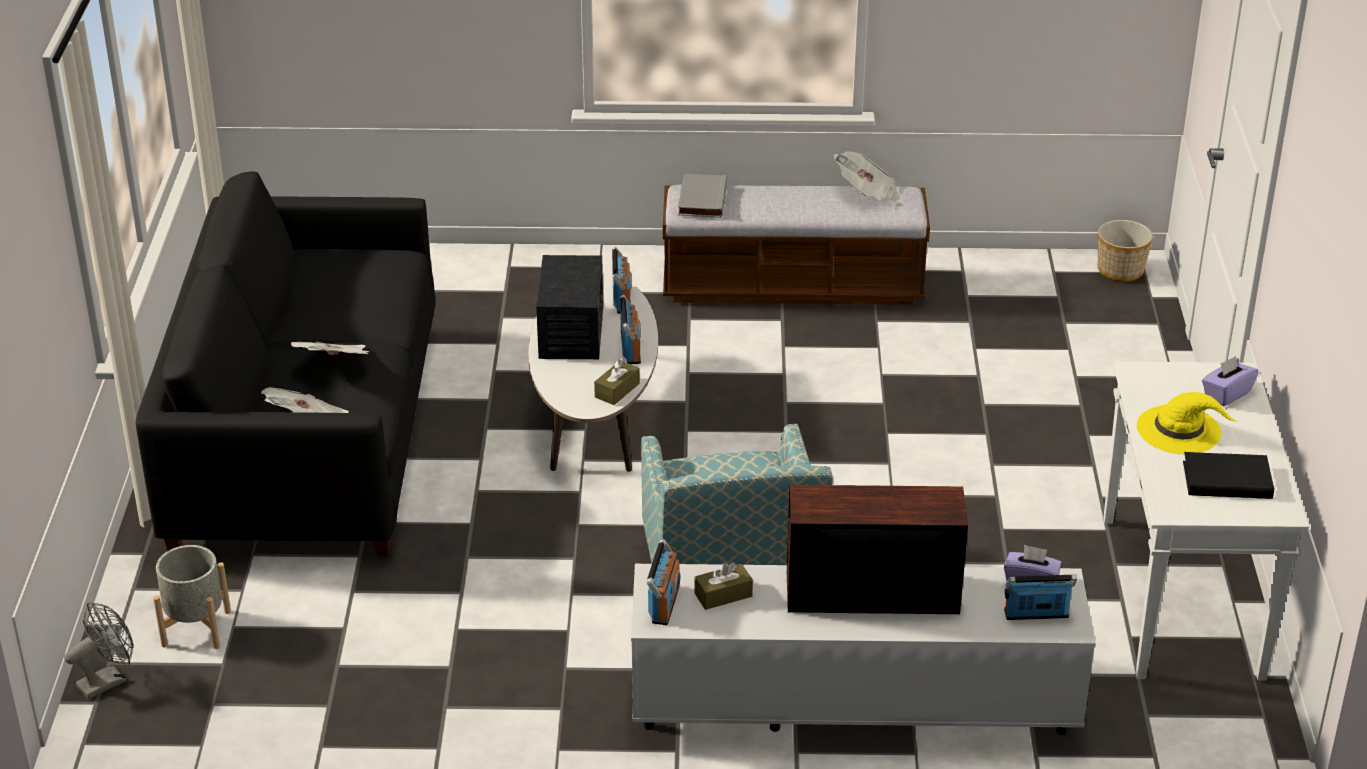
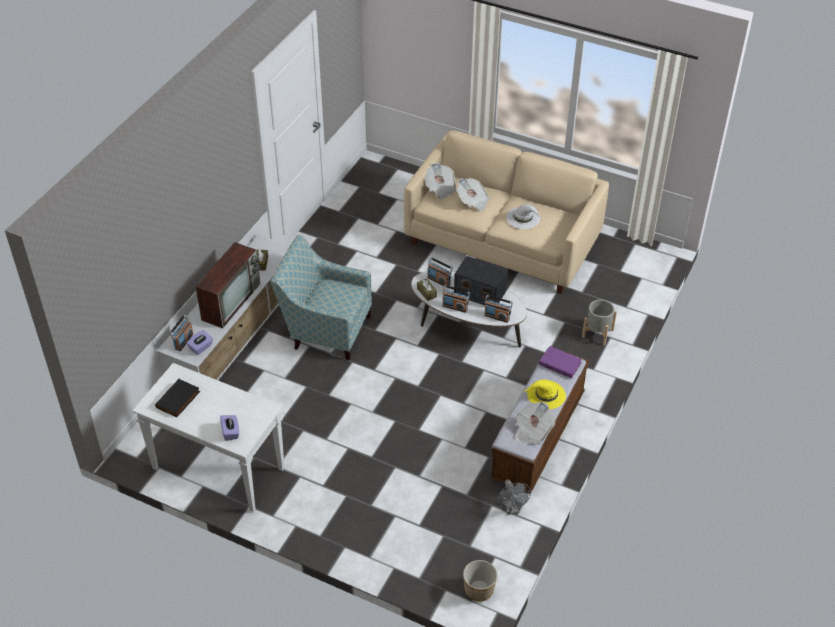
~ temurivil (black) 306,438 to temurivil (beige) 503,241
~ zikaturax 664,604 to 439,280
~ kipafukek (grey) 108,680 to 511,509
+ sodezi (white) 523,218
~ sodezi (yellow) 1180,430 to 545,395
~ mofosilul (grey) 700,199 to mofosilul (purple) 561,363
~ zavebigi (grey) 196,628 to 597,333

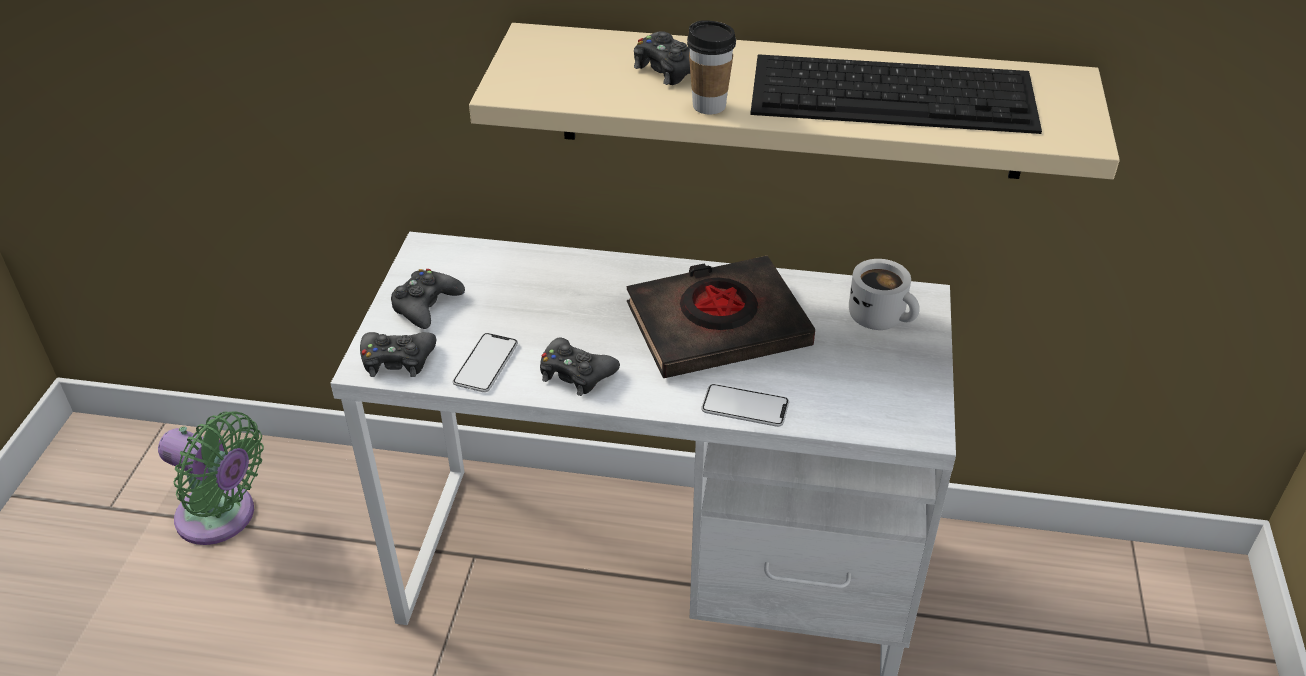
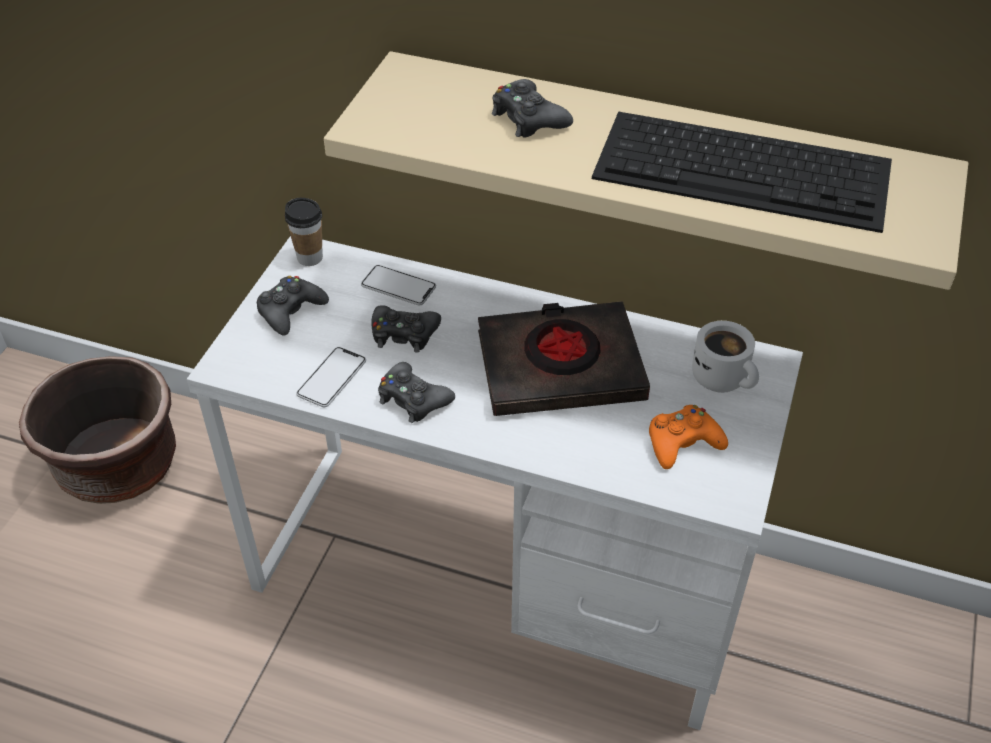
~ kipafukek (green) 222,518 to zavebigi (brown) 118,466
~ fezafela 709,106 to 310,257
~ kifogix 745,407 to 398,286
~ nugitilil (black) 397,360 to 404,334
+ nugitilil (orange) 682,443

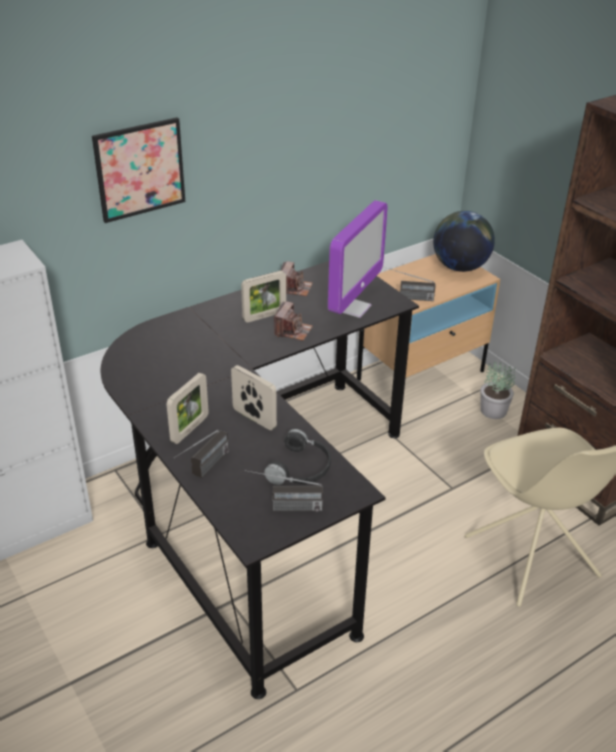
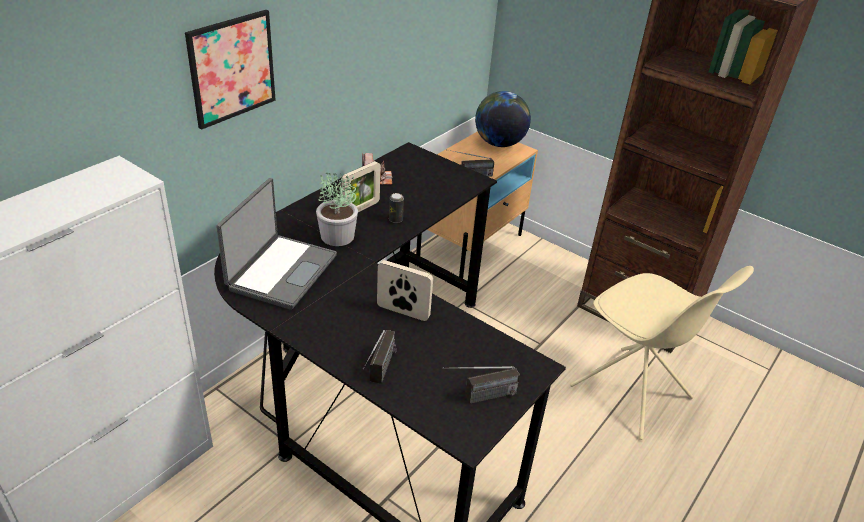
+ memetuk 281,272
~ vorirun 493,411 to 338,236
~ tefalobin 293,331 to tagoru 395,219
- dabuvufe 190,429
- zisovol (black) 302,469
- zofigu 352,308

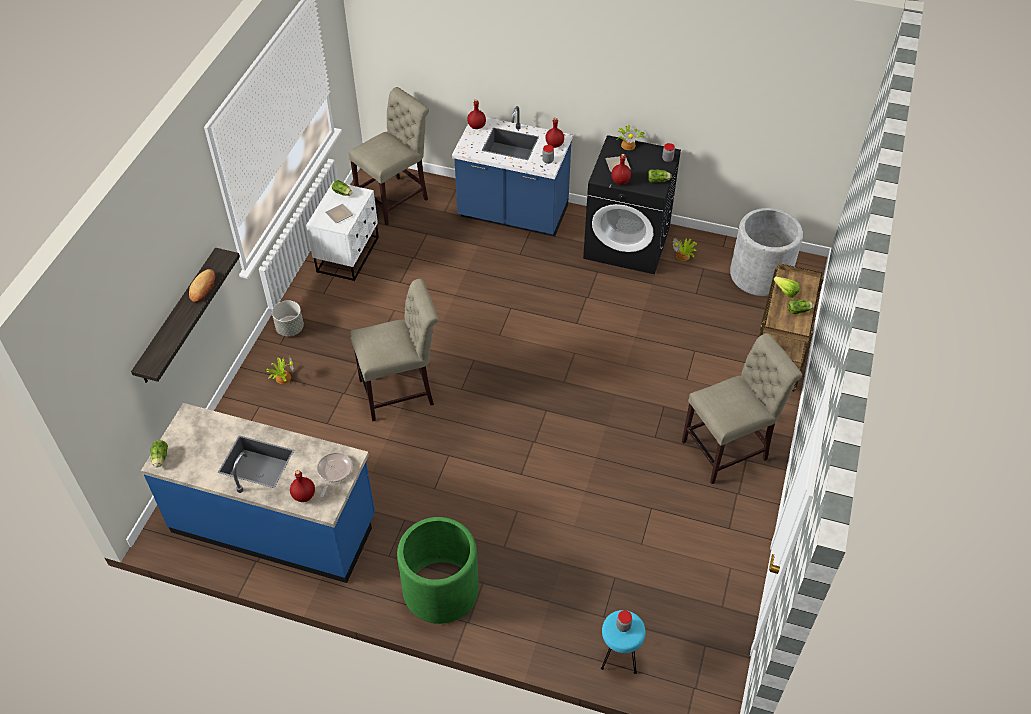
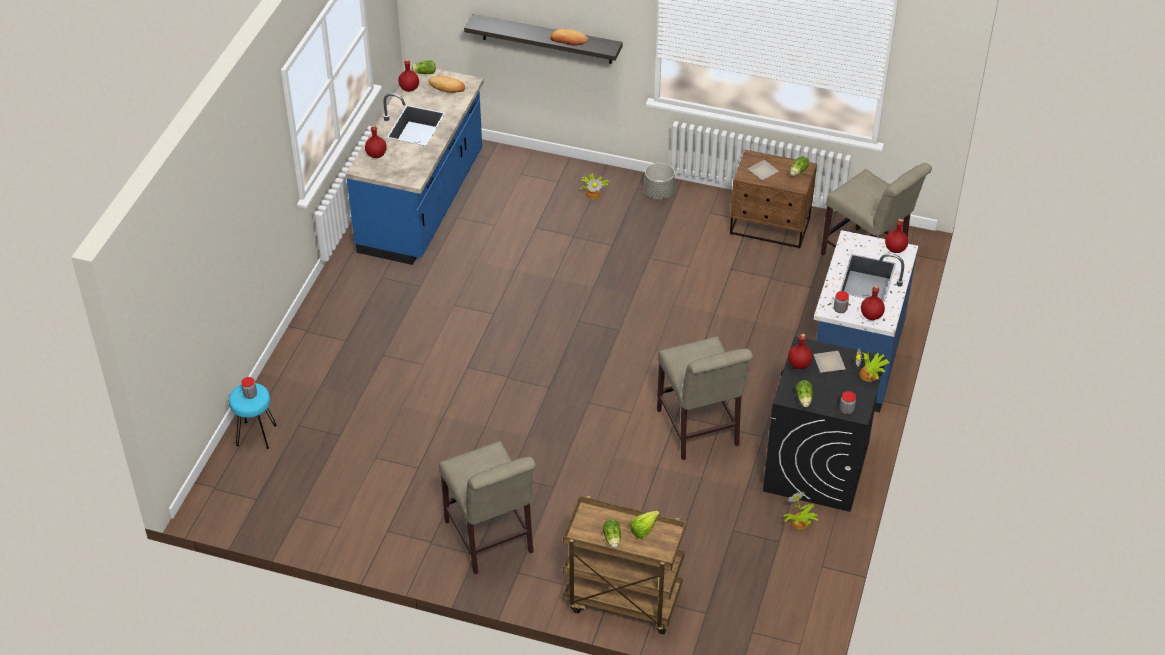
+ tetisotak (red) 409,88
+ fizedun 447,86
~ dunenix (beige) 401,391 to 699,431
~ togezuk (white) 349,254 to togezuk (brown) 770,227
- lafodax 334,472
- zavebigi (green) 440,590
- zavebigi (grey) 760,275

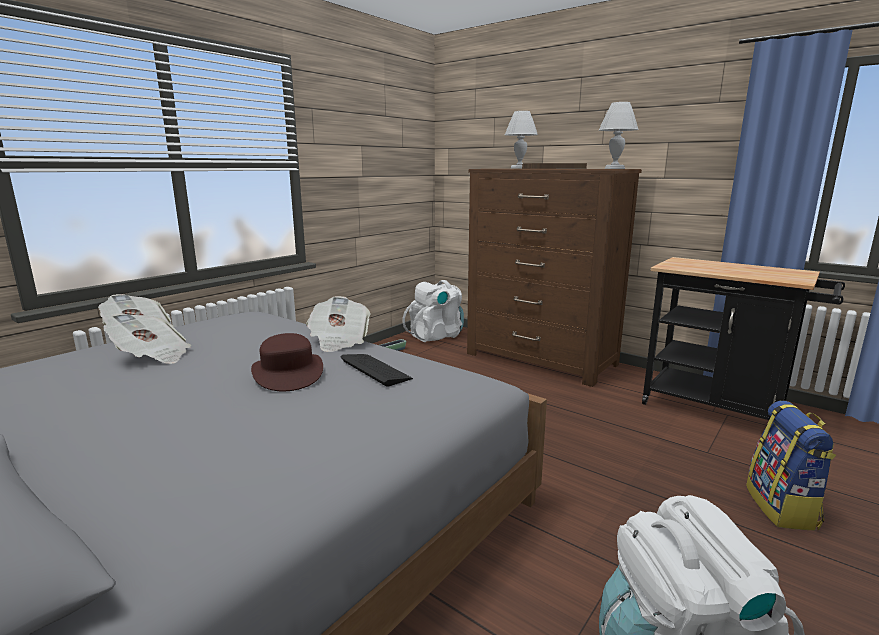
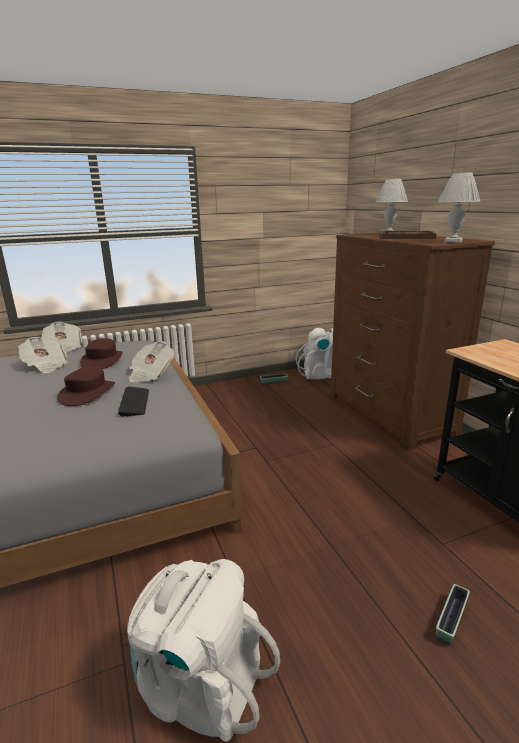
+ sodezi (brown) 102,360
~ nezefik 782,508 to zavebigi 451,620

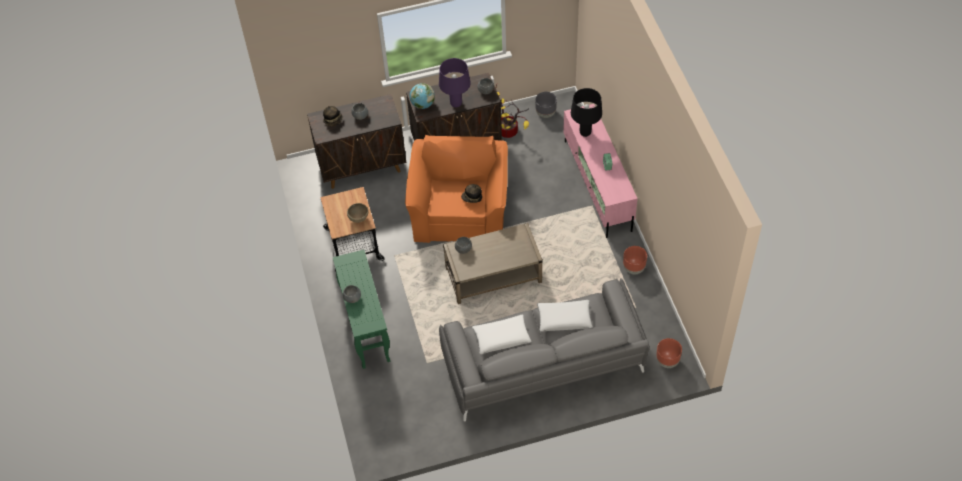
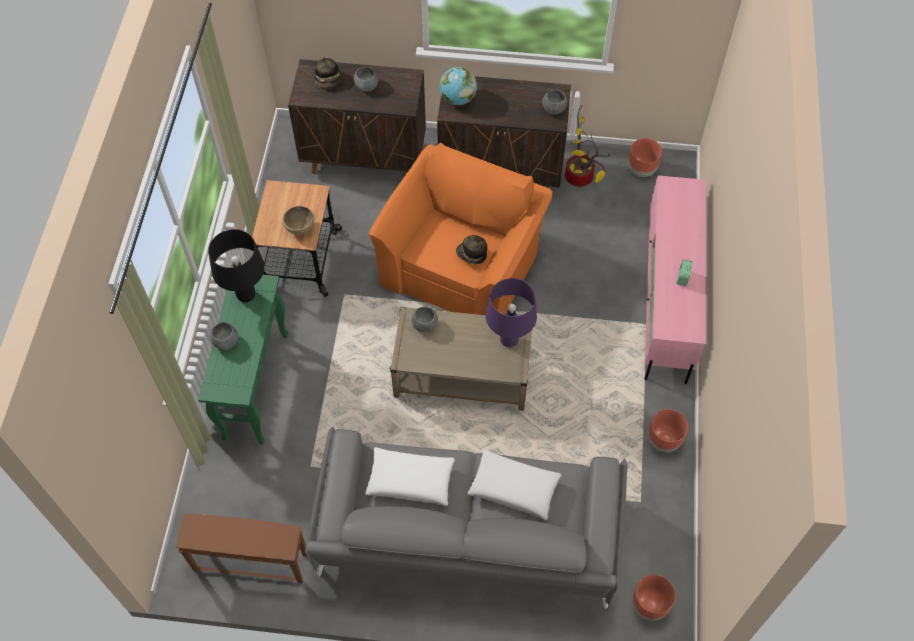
+ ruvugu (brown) 251,561
~ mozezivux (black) 585,133 to 246,295
~ mozezivux (purple) 456,104 to 509,340
~ zavebigi (grey) 545,113 to zavebigi (brown) 642,170

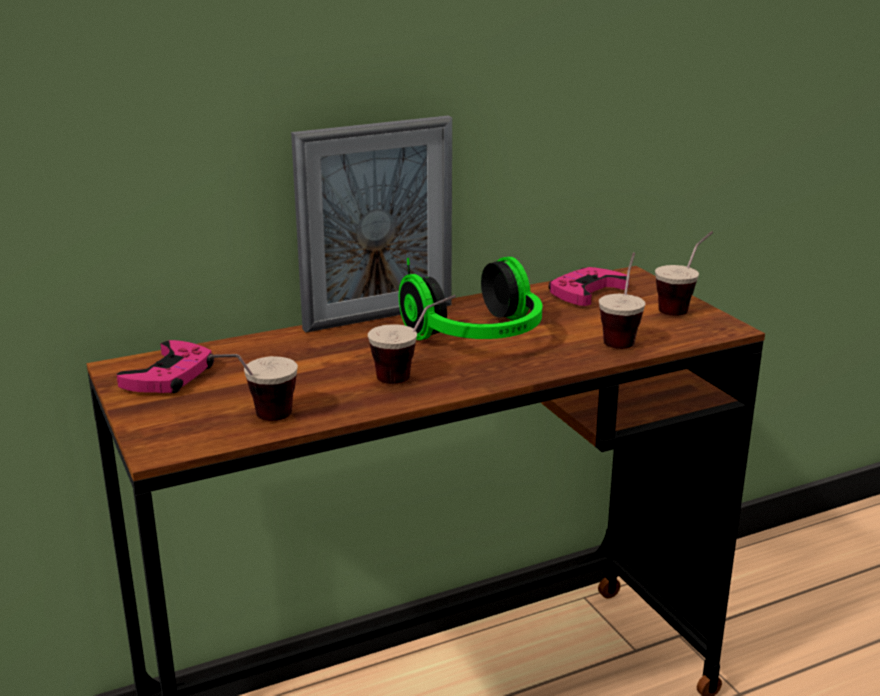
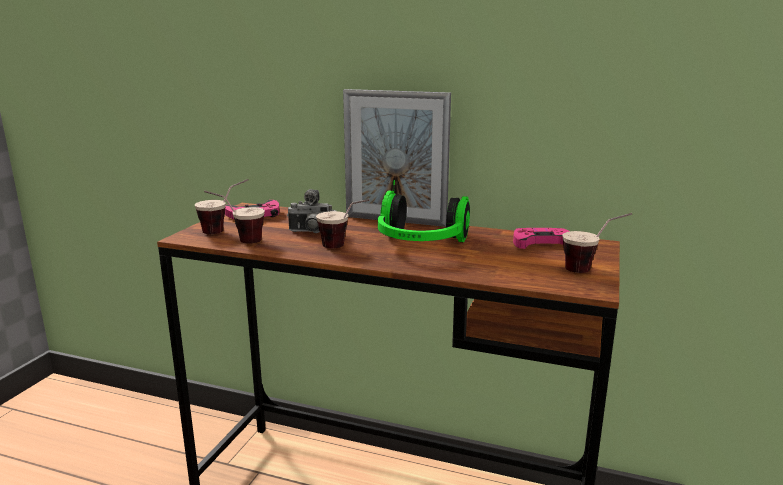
~ fezafela 621,336 to 225,230
+ tefalobin 312,233

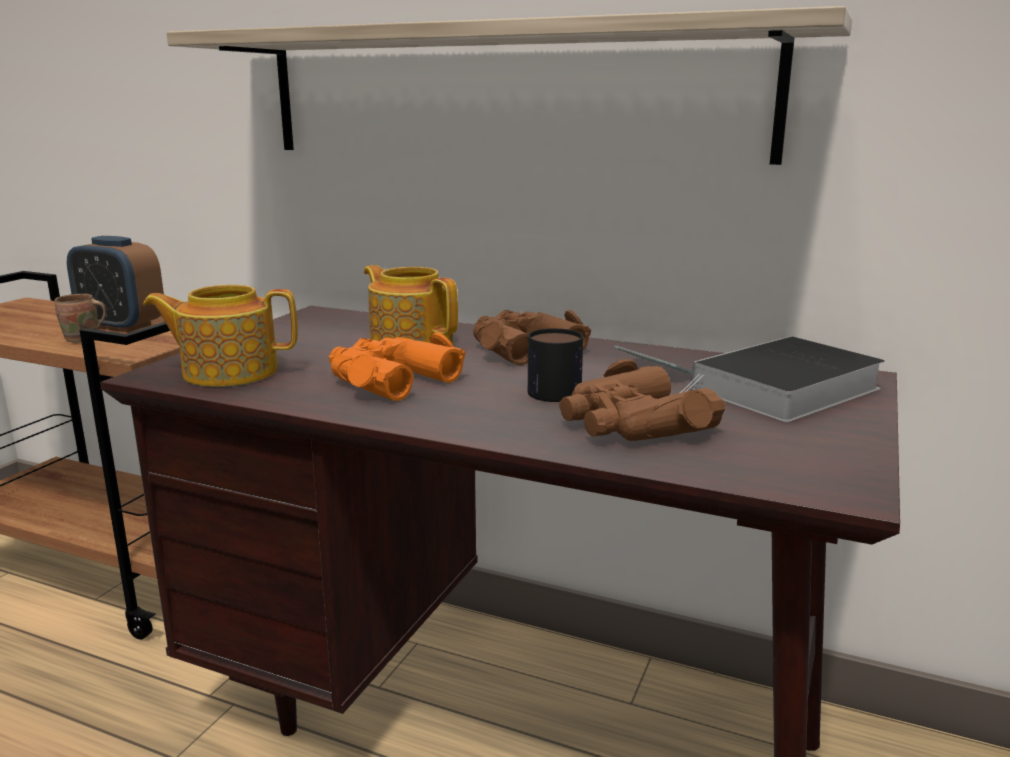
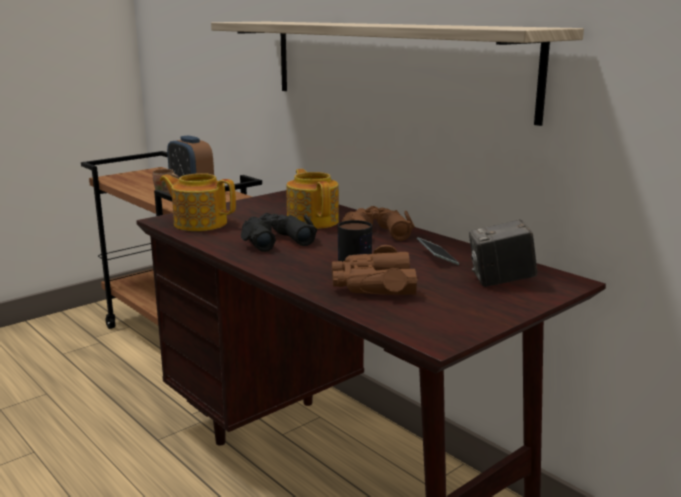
~ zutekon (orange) 389,379 to zutekon (black) 274,239
~ mofosilul 783,390 to tefalobin 500,281

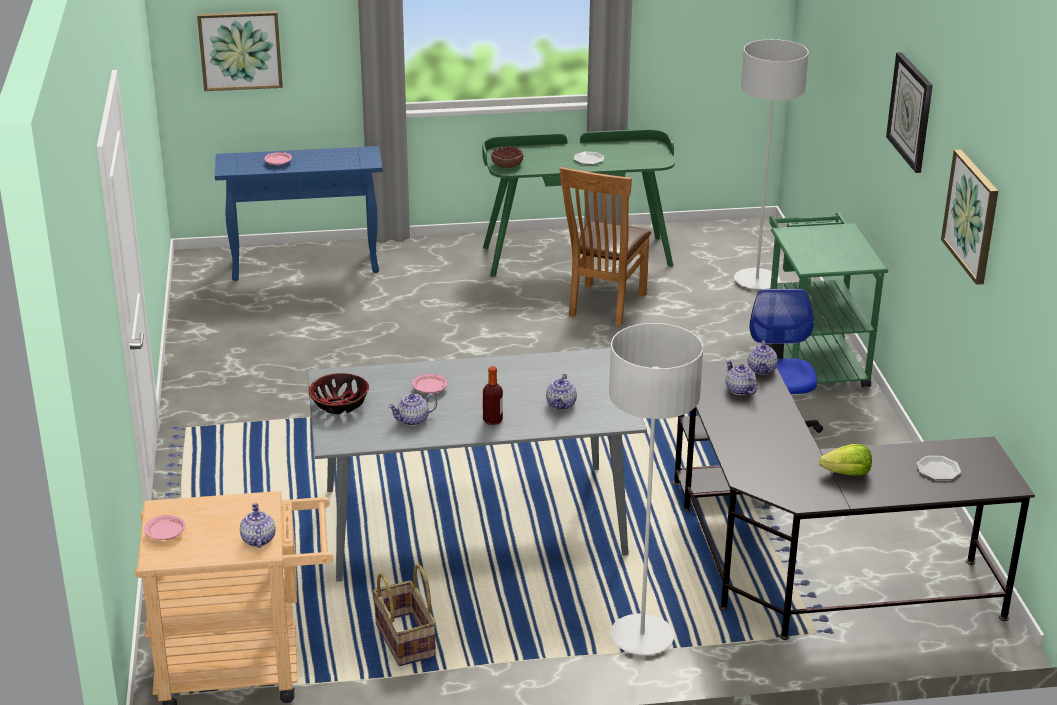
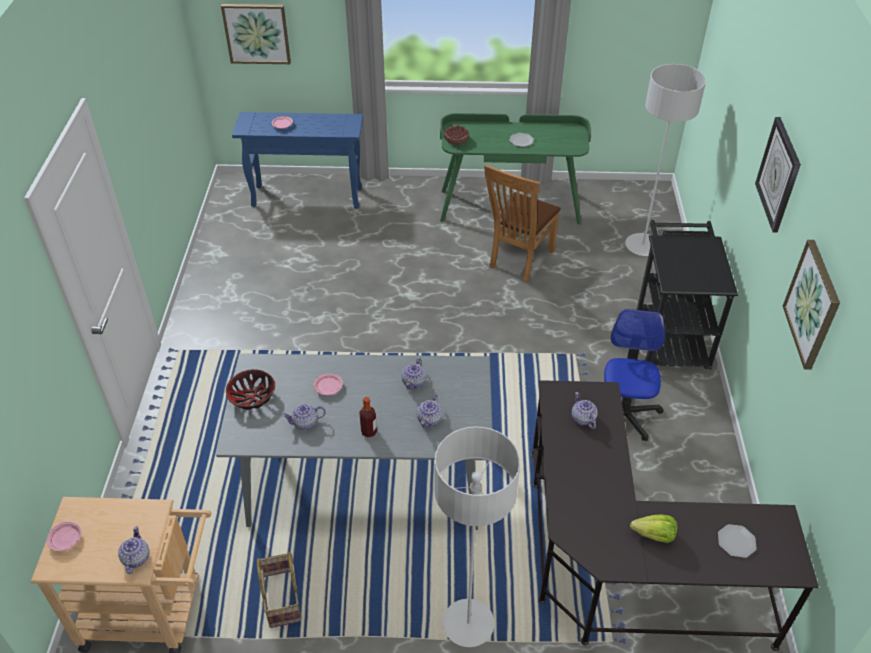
~ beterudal 762,369 to 414,382
~ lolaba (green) 812,361 to lolaba (black) 669,335

